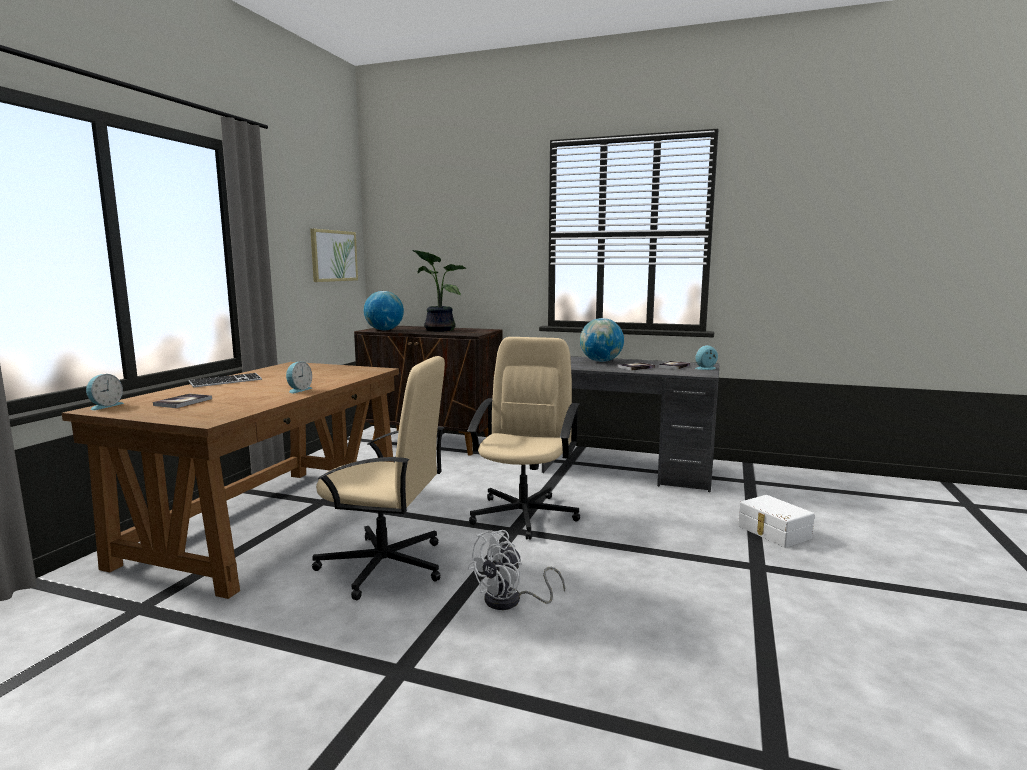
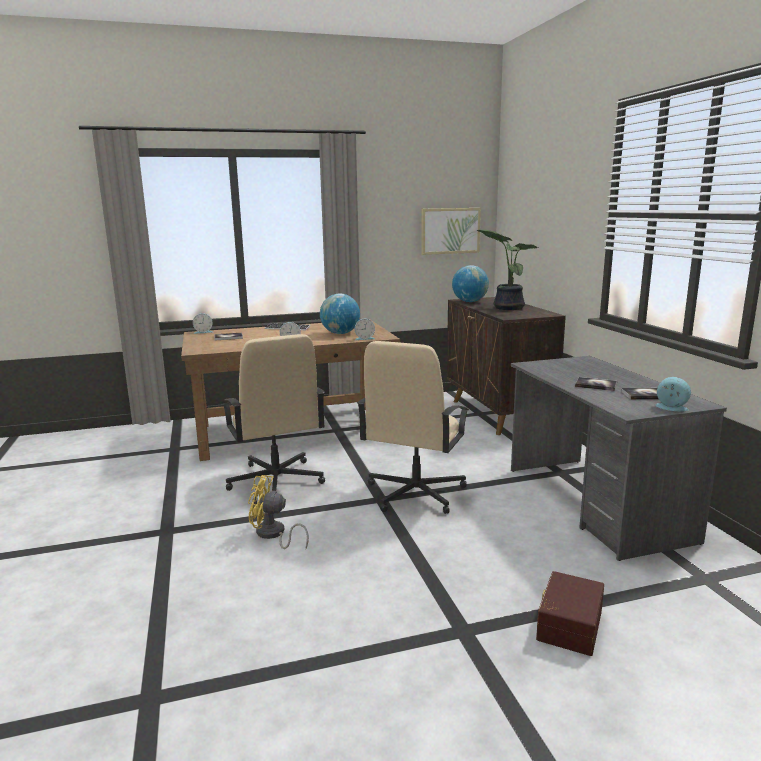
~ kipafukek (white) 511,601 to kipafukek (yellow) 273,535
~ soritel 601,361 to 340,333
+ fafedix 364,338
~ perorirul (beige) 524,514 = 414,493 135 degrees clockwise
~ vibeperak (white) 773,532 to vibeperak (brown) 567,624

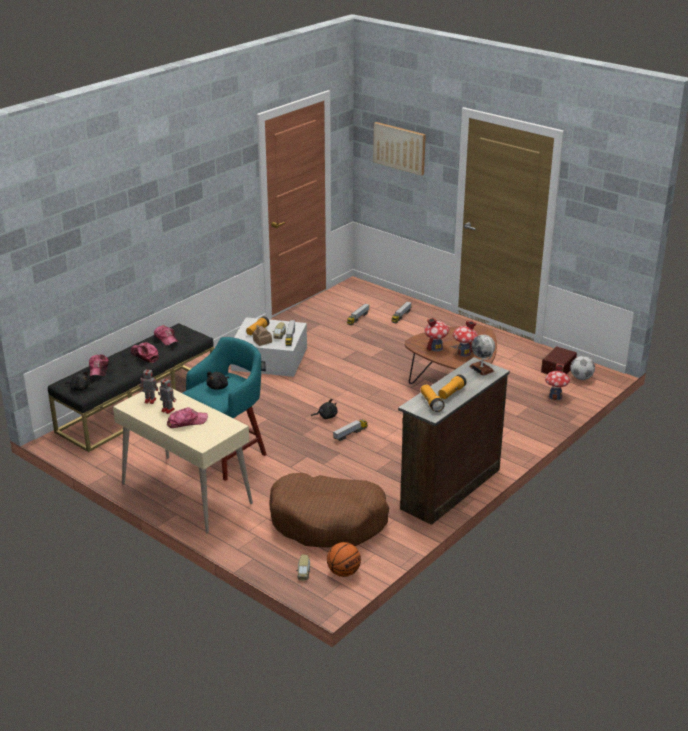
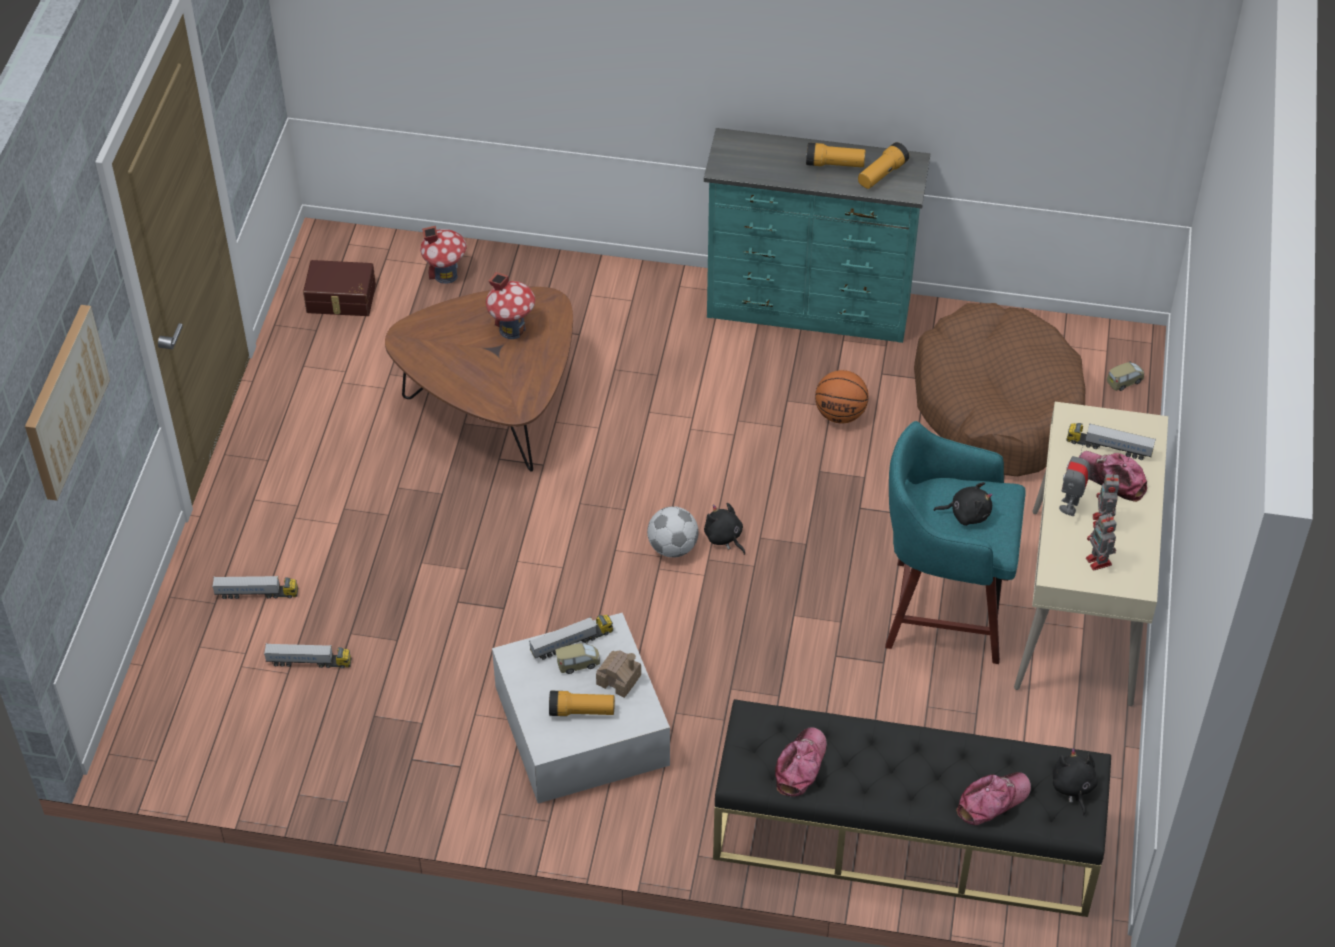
~ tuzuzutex 581,378 to 672,547
~ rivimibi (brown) 449,488 to rivimibi (turquoise) 809,310
~ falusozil 343,572 to 840,414
+ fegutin 1070,506
~ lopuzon 350,434 to 1109,447
- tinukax 144,355
- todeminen 435,348
- soritel 481,369

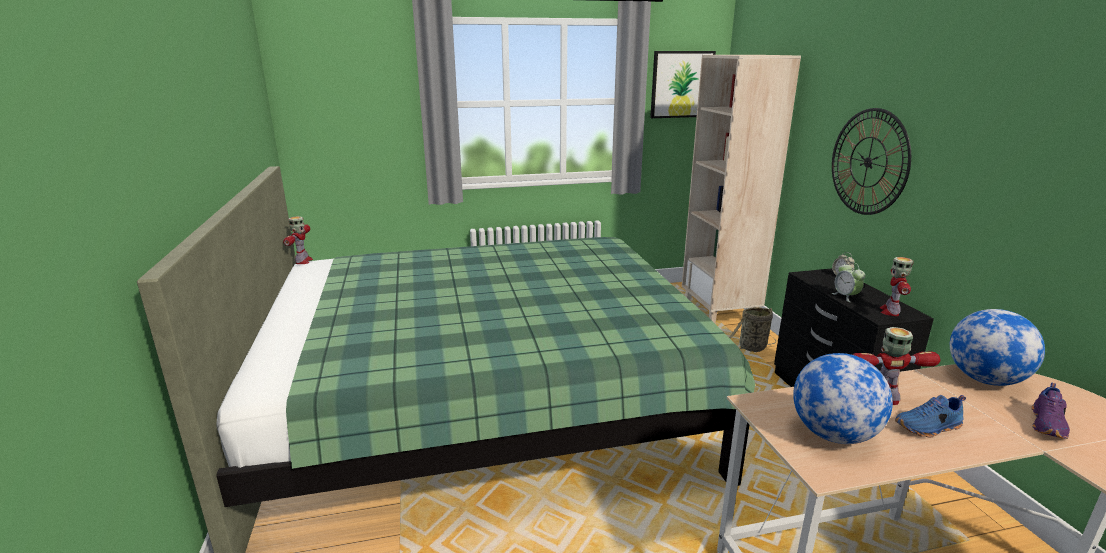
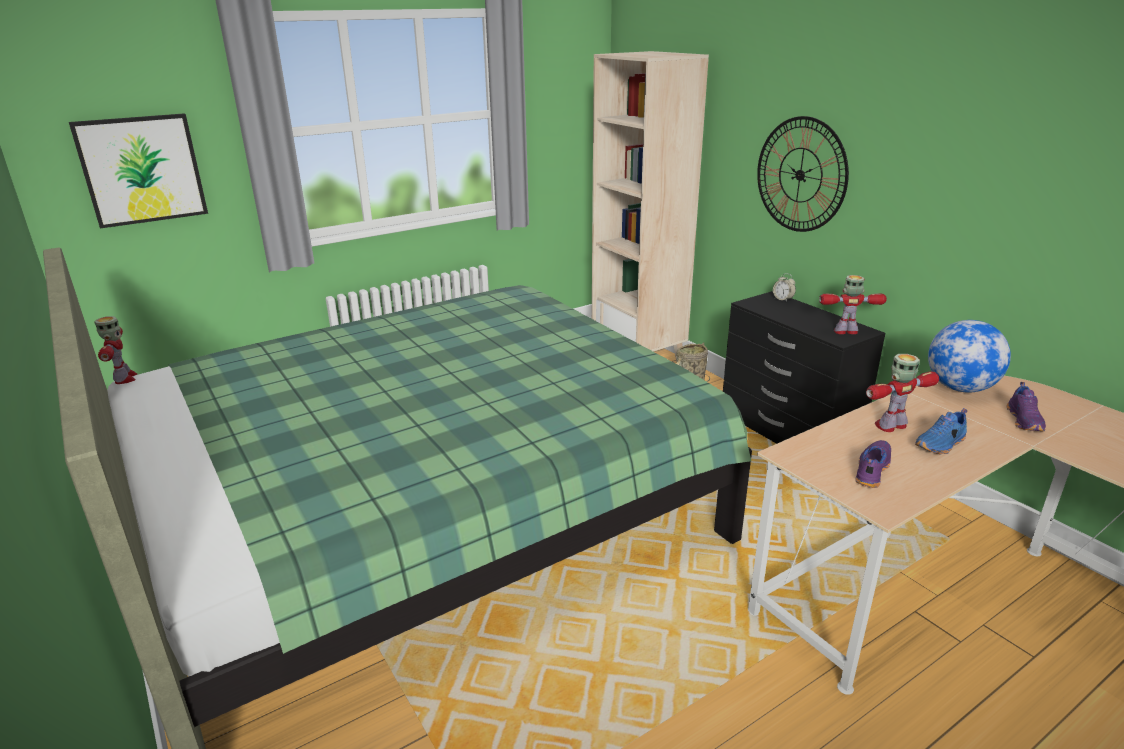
~ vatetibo 681,84 to 142,170
~ fegutin 890,311 = 846,331 90 degrees clockwise
~ soritel 833,435 to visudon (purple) 870,470
- fafedix 846,296

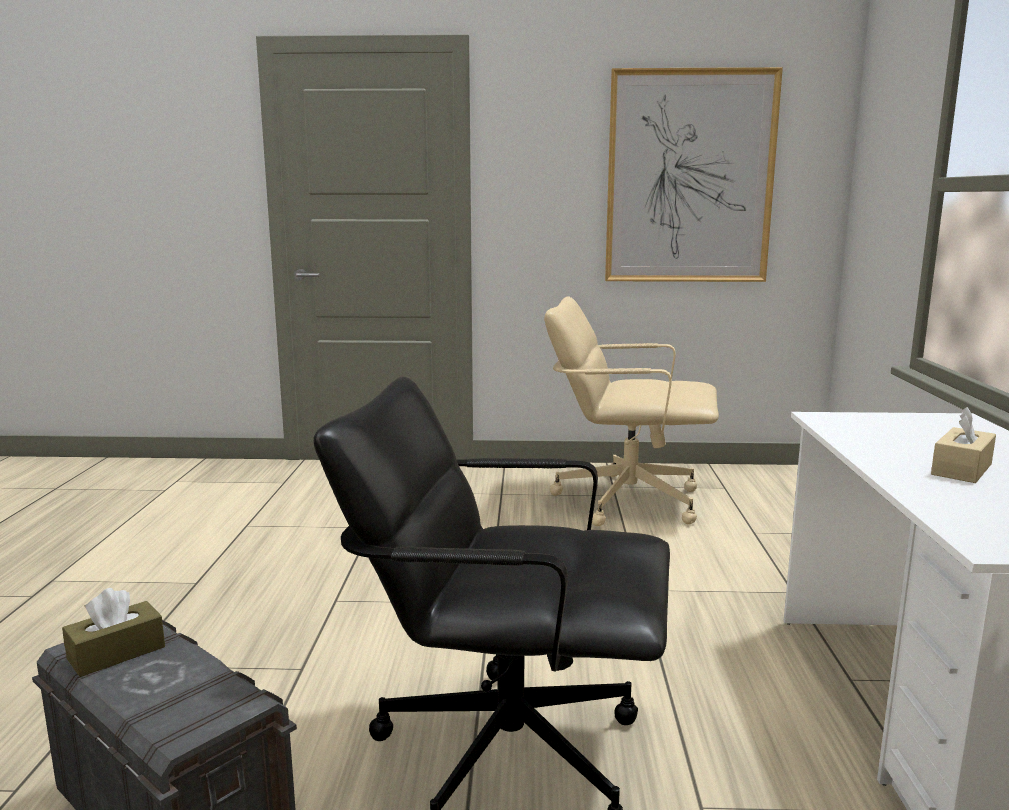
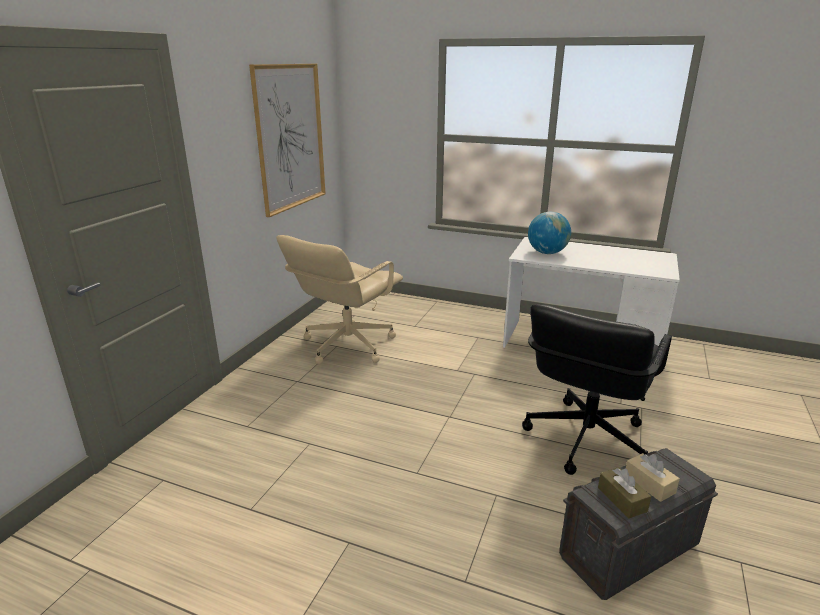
+ soritel 547,253
~ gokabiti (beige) 961,469 to 649,484

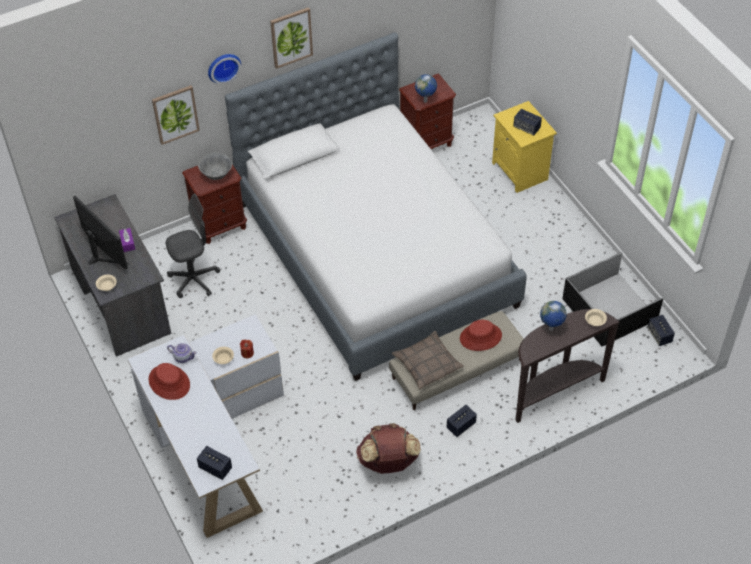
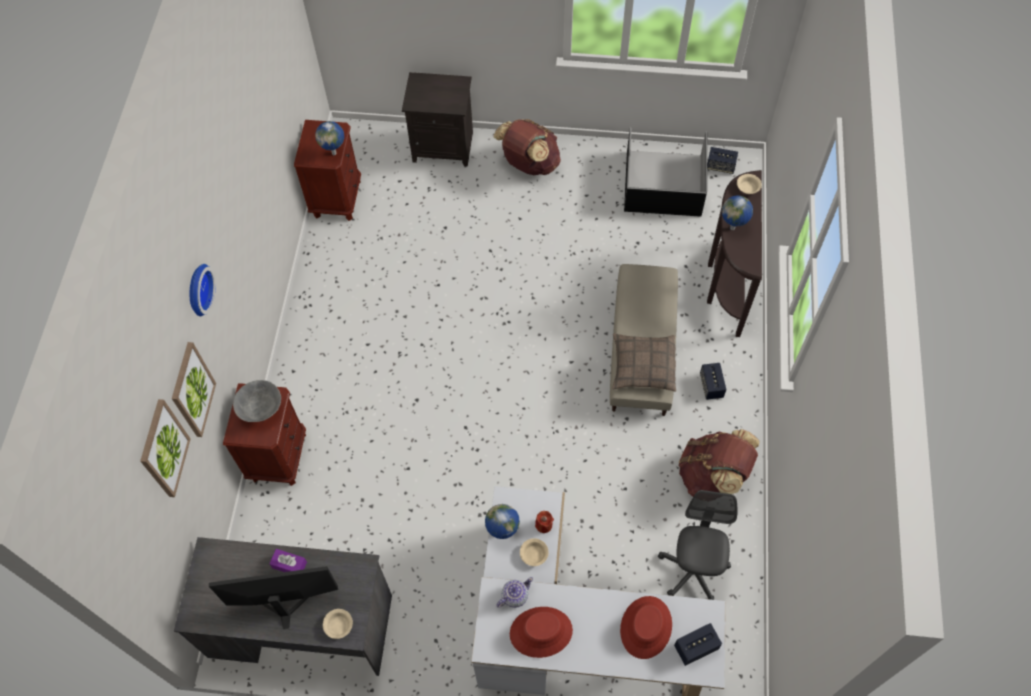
~ vatetibo 291,37 to 163,449
~ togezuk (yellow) 521,171 to togezuk (black) 444,146
+ soritel 502,533
+ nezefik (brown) 529,164
~ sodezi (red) 480,337 to 646,627
~ perorirul (grey) 194,280 to 692,570
- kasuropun 375,253
- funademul 526,128

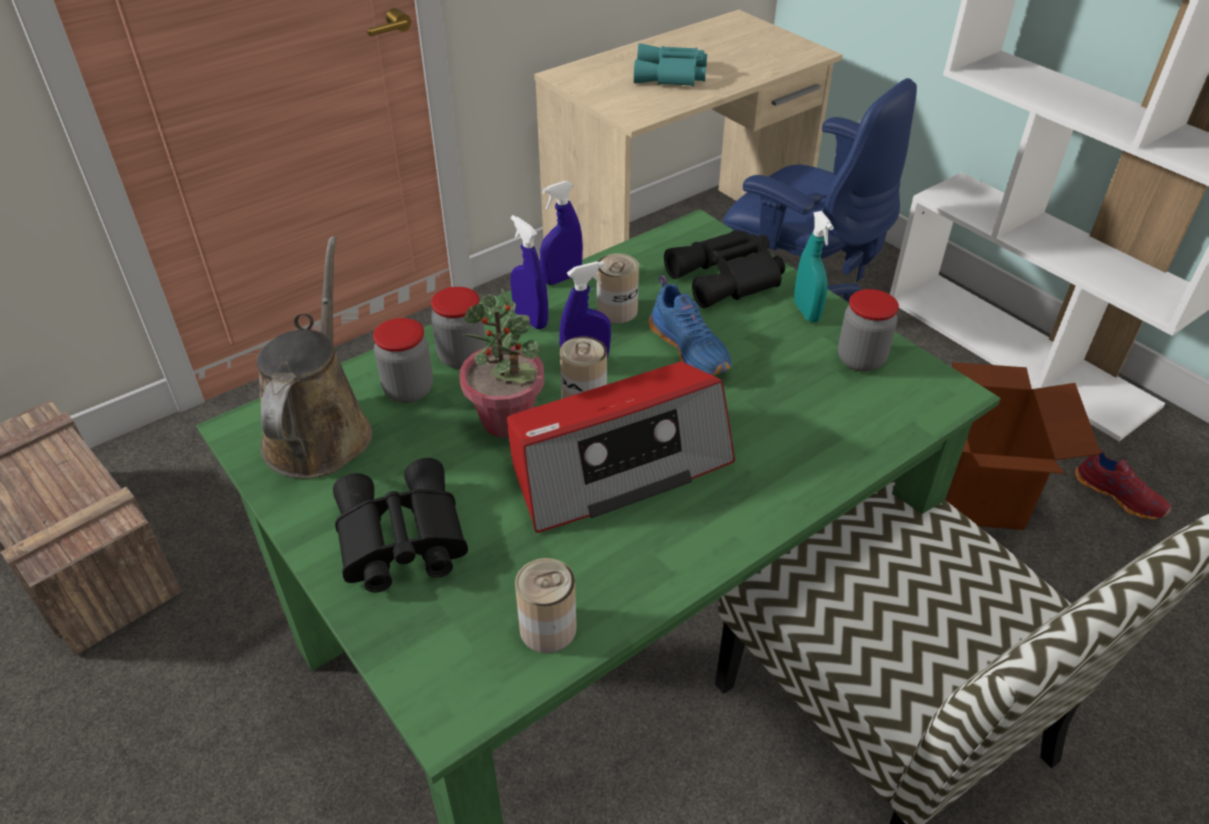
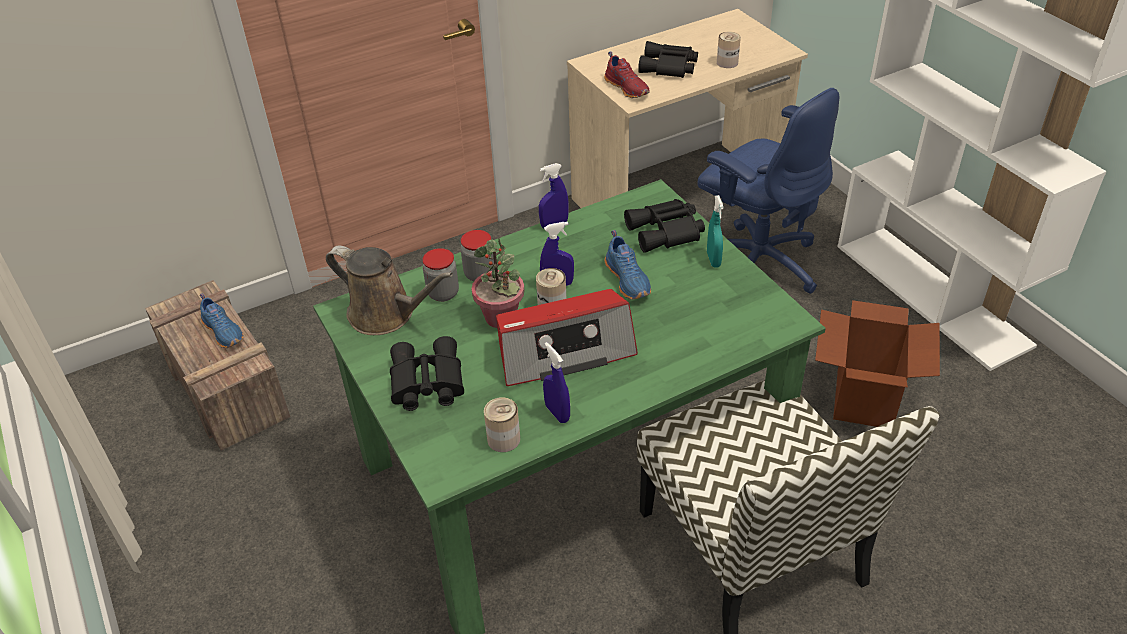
+ visudon (blue) 224,332
~ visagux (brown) 320,430 = 386,314 105 degrees clockwise
~ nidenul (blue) 530,320 to 557,413
~ visudon (red) 1119,495 to 628,88
~ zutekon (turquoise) 671,76 to zutekon (black) 669,67
~ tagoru 617,310 to 727,62
- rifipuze 860,359

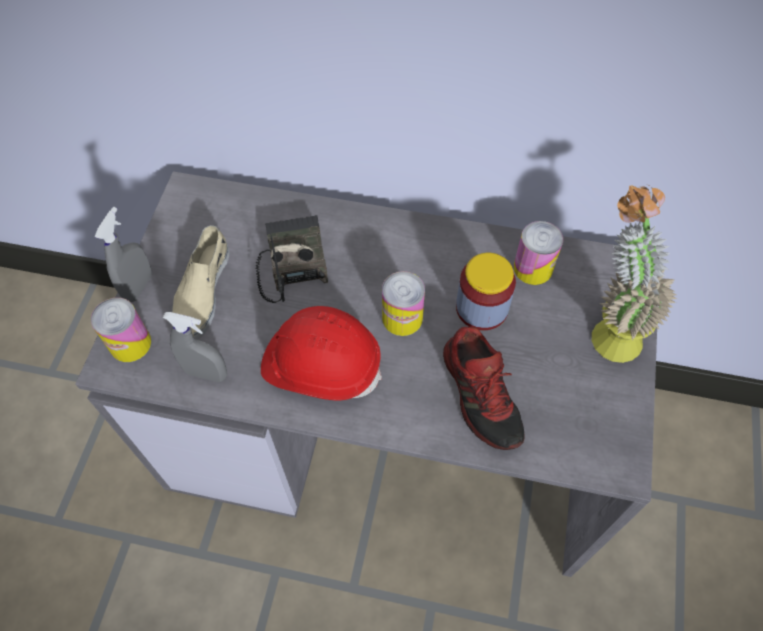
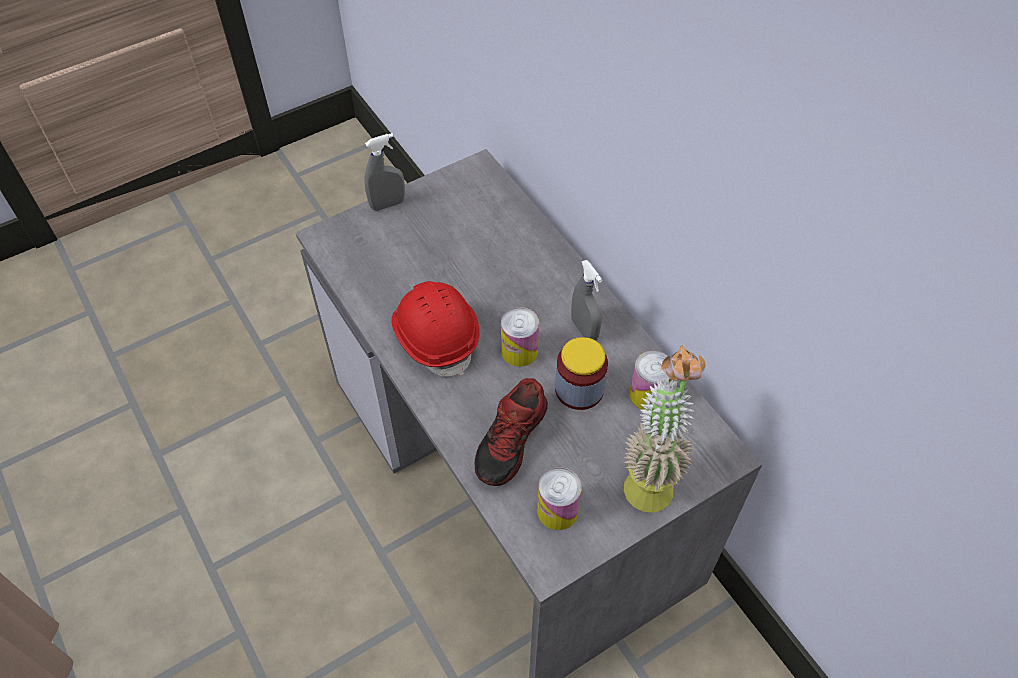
~ tagoru 130,343 to 557,511
~ nidenul (grey) 206,373 to 584,330
- visudon (beige) 202,291
- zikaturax 291,263

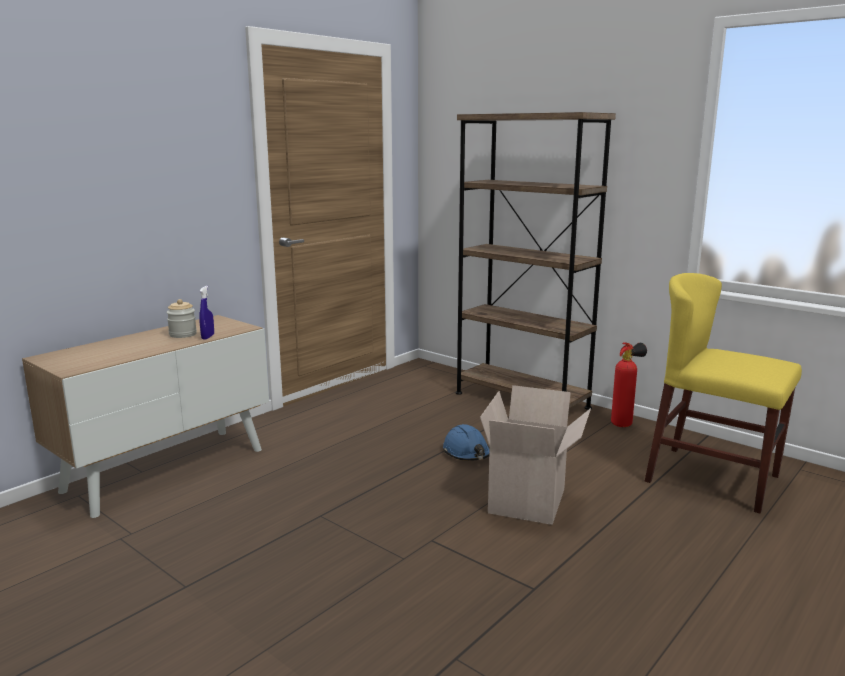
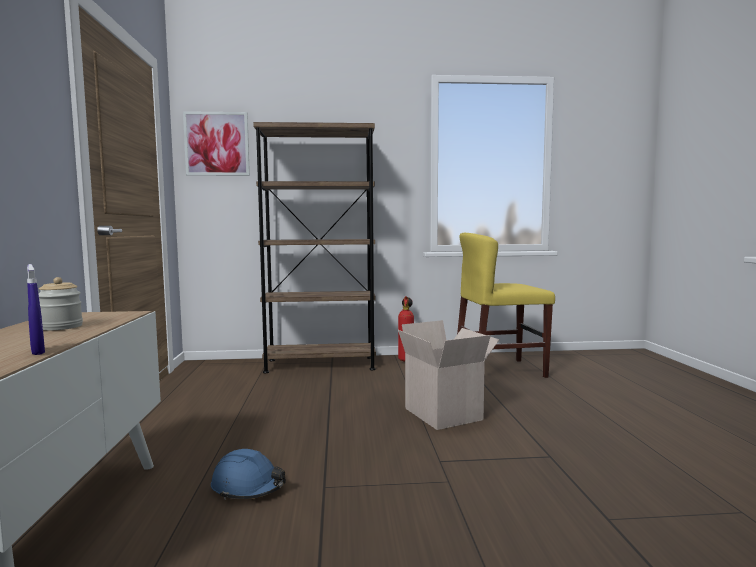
~ nidenul (blue) 208,337 to 37,352
+ vatetibo 217,144
~ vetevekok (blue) 466,453 to 248,487

